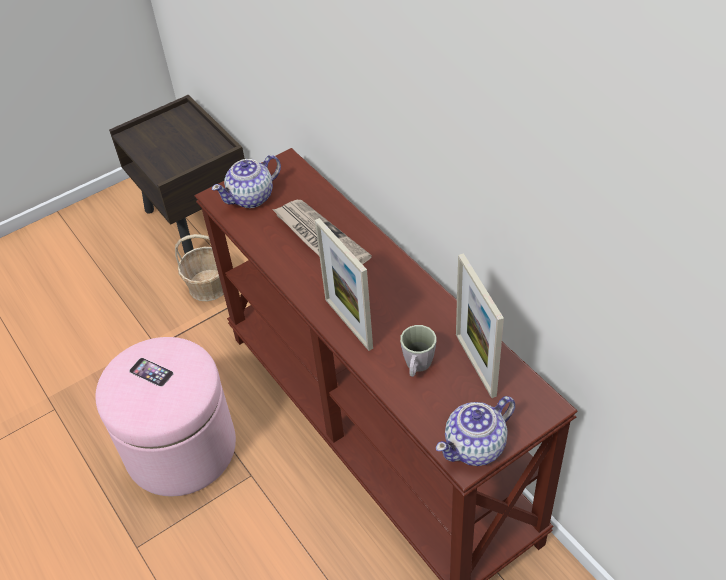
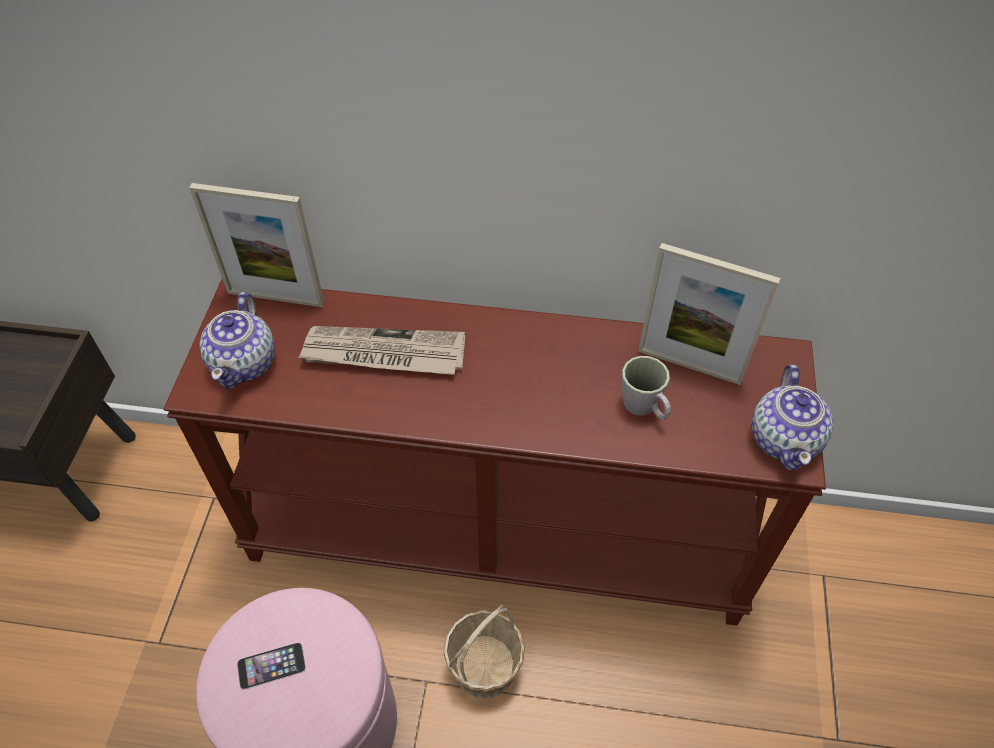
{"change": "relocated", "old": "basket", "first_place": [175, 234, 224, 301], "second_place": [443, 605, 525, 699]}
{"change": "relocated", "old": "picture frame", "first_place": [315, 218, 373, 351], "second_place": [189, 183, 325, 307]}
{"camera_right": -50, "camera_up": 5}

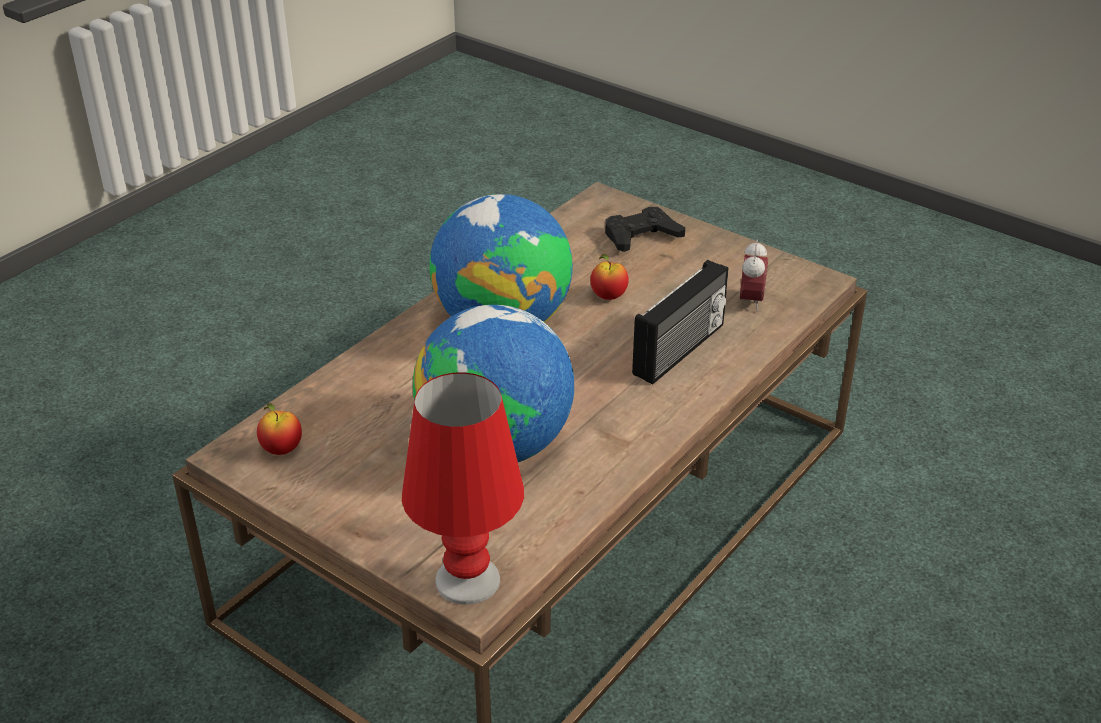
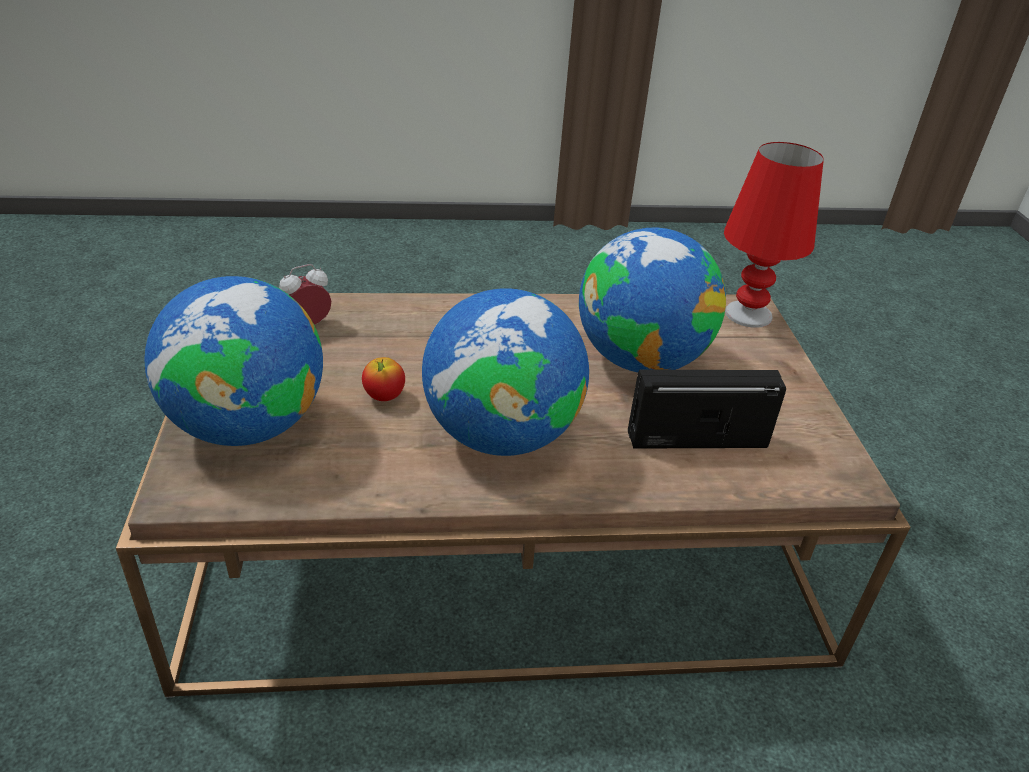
{"change": "missing", "old": "apple", "first_place": [257, 403, 302, 455]}
{"change": "relocated", "old": "radio", "first_place": [632, 260, 728, 384], "second_place": [628, 370, 786, 449]}
{"change": "exchanged", "old": "game controller/black", "new": "globe", "first_place": [605, 207, 685, 252], "second_place": [144, 276, 323, 446]}
{"camera_right": -135, "camera_up": 0}

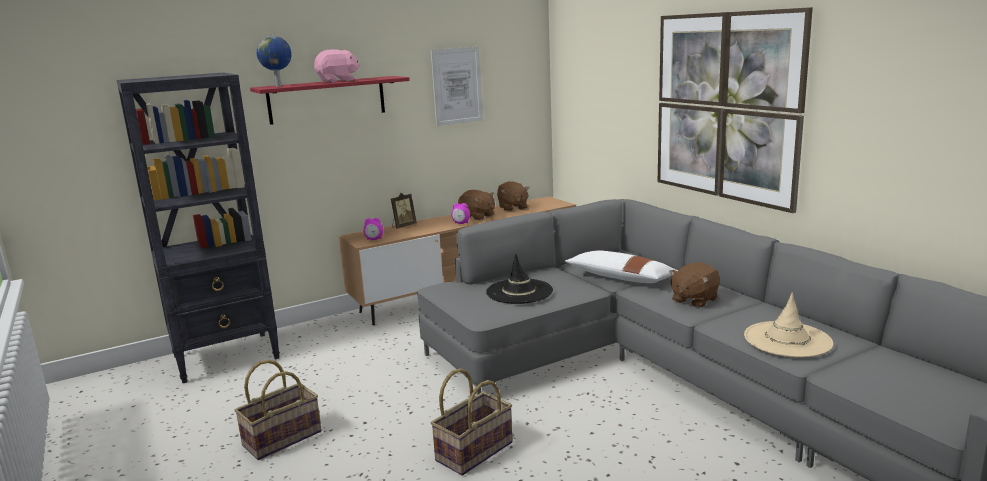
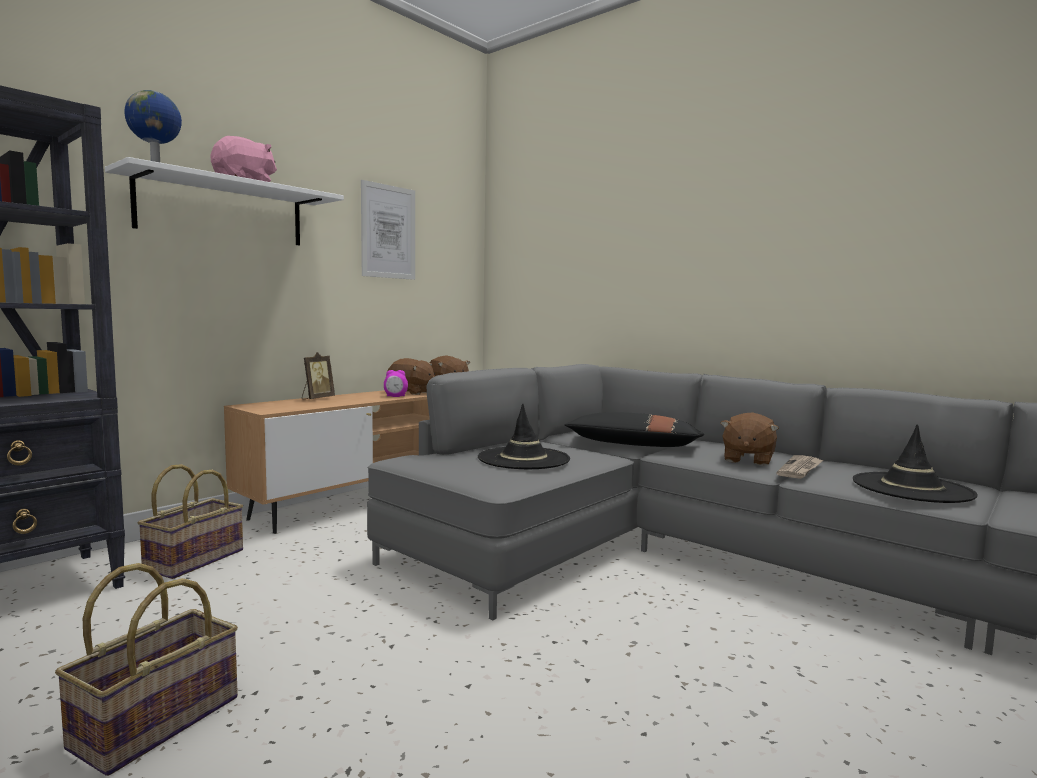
{"change": "missing", "old": "alarm clock", "first_place": [363, 218, 383, 240]}
{"change": "missing", "old": "picture", "first_place": [658, 7, 813, 213]}
{"change": "appeared", "new": "newspaper", "second_place": [776, 455, 823, 479]}
{"change": "relocated", "old": "basket", "first_place": [431, 368, 513, 475], "second_place": [138, 464, 243, 579]}
{"change": "colour", "old": "shelf/red", "new": "shelf/white", "first_place": [250, 76, 410, 125], "second_place": [105, 157, 344, 245]}
{"change": "colour", "old": "pillow/white", "new": "pillow/black", "first_place": [565, 251, 679, 283], "second_place": [564, 412, 704, 447]}
{"change": "colour", "old": "hat/beige", "new": "hat/black", "first_place": [744, 292, 833, 358], "second_place": [853, 424, 978, 503]}
{"camera_right": -20, "camera_up": -10}

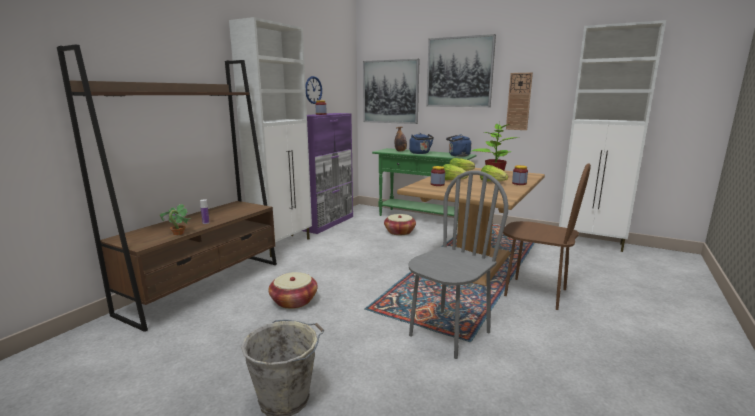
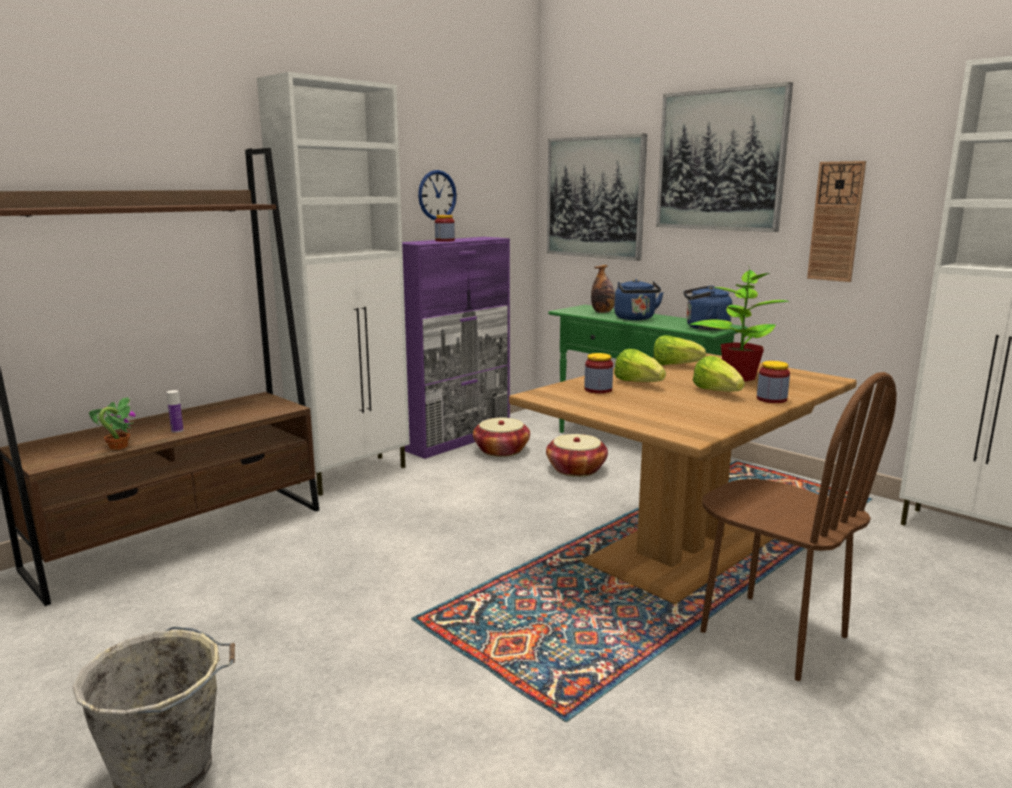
{"change": "missing", "old": "chair/grey", "first_place": [408, 171, 508, 359]}
{"change": "relocated", "old": "basket", "first_place": [268, 272, 318, 309], "second_place": [473, 418, 530, 457]}
{"camera_right": 15, "camera_up": 0}

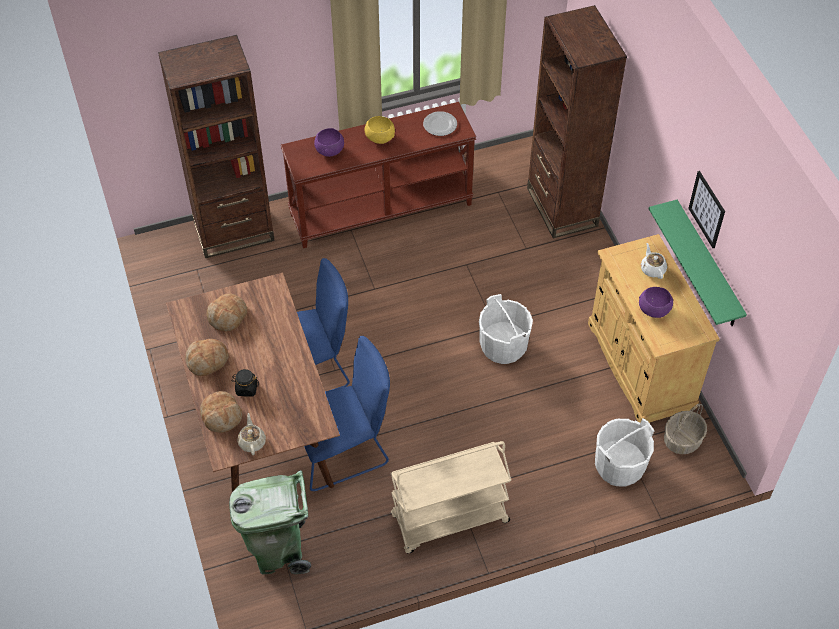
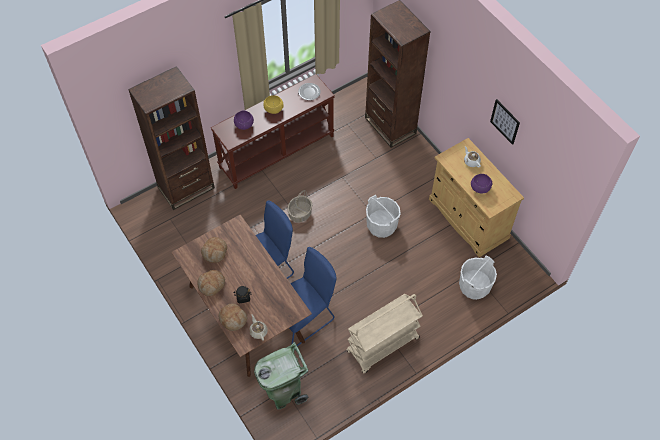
{"change": "missing", "old": "shelf/green", "first_place": [649, 200, 747, 326]}
{"change": "relocated", "old": "basket", "first_place": [664, 404, 707, 454], "second_place": [287, 190, 312, 222]}
{"camera_right": -15, "camera_up": 5}

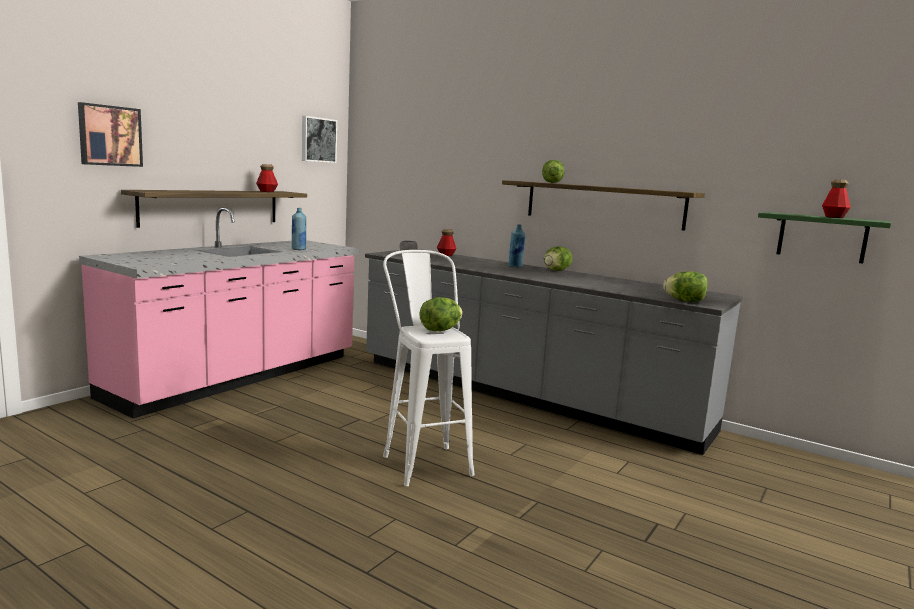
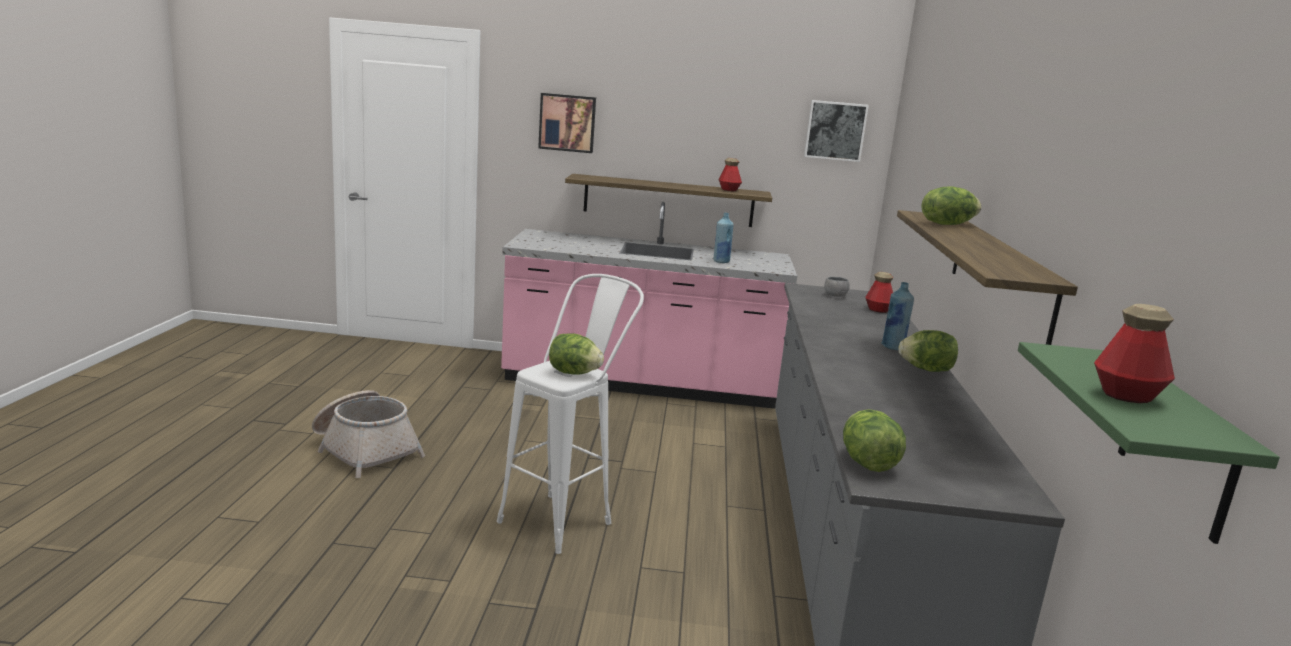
{"change": "appeared", "new": "basket", "second_place": [312, 390, 425, 478]}
{"camera_right": 60, "camera_up": 5}

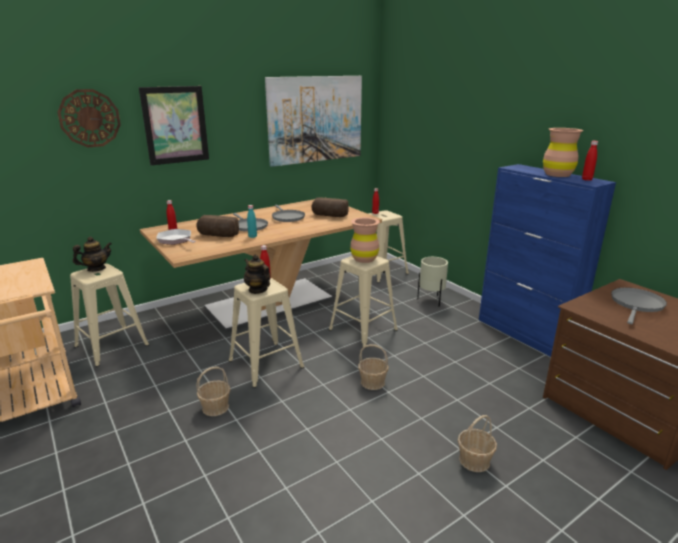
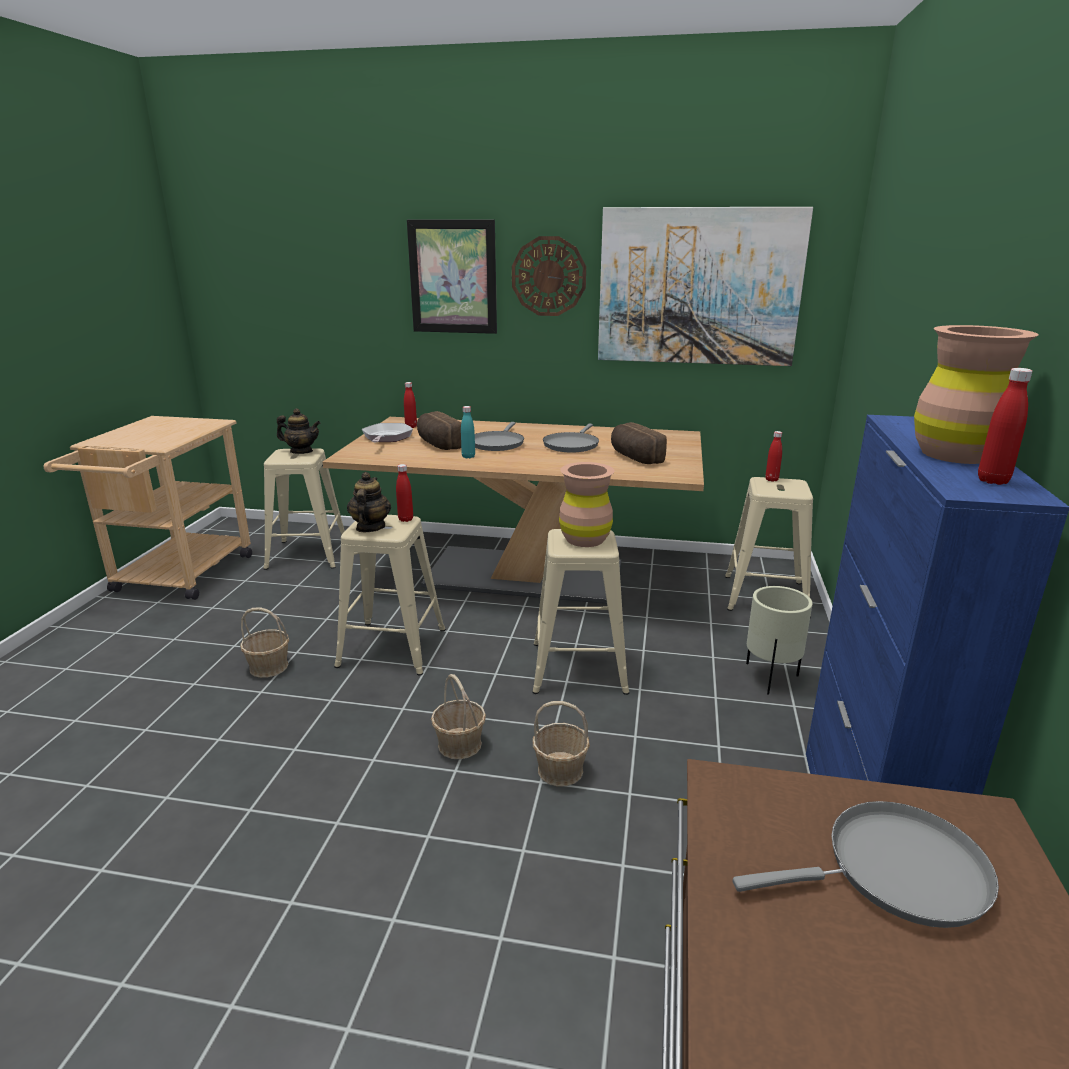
{"change": "relocated", "old": "wall clock", "first_place": [57, 89, 121, 147], "second_place": [512, 236, 586, 316]}
{"change": "relocated", "old": "basket", "first_place": [458, 415, 497, 472], "second_place": [533, 701, 590, 786]}
{"camera_right": 45, "camera_up": 0}

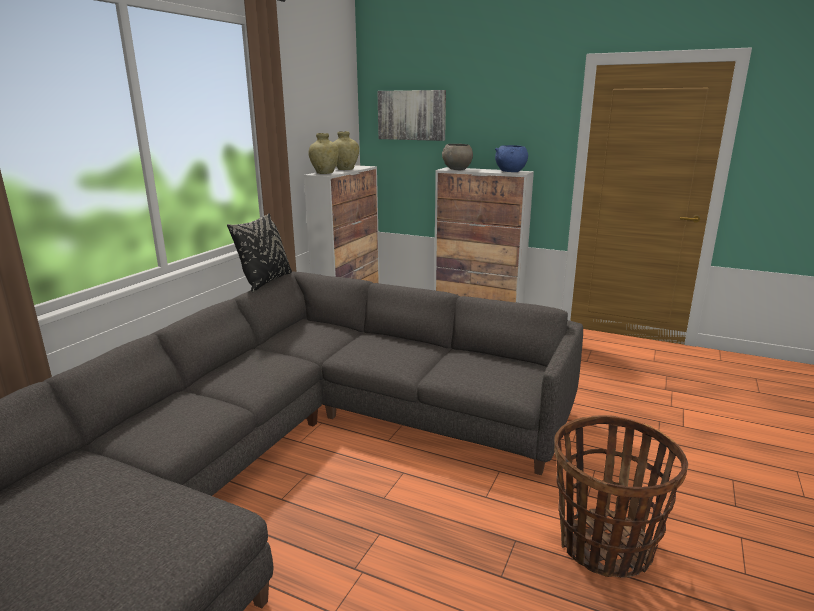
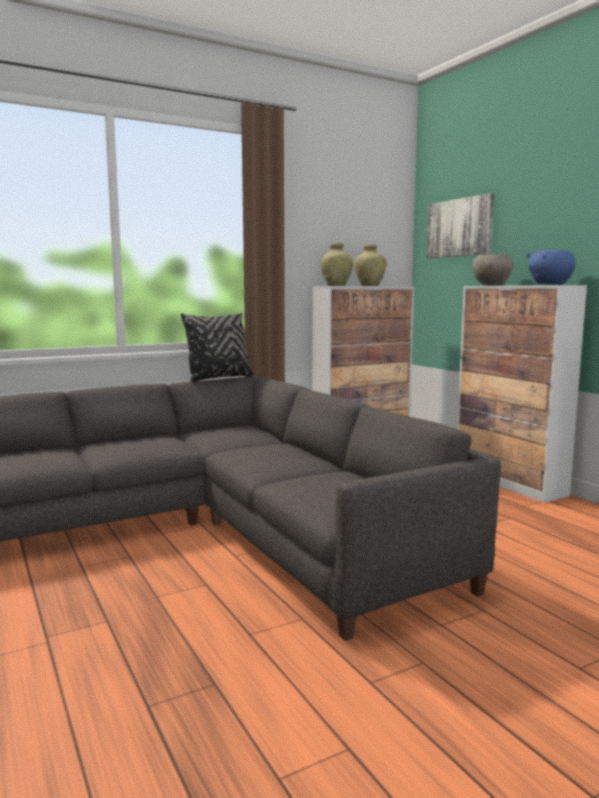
{"change": "missing", "old": "basket", "first_place": [554, 415, 688, 578]}
{"camera_right": 35, "camera_up": -10}

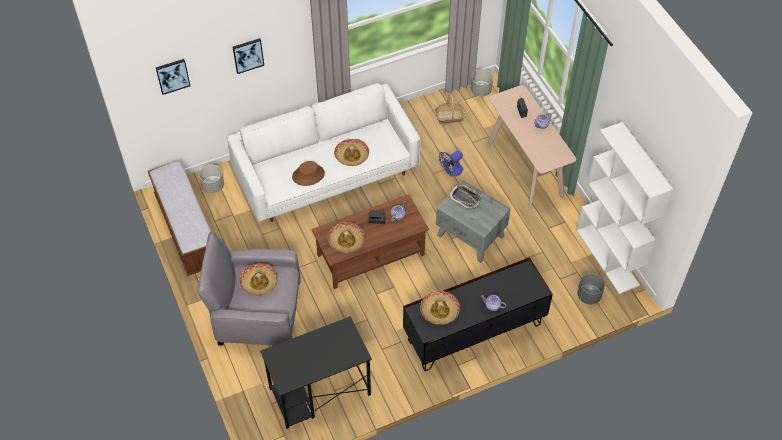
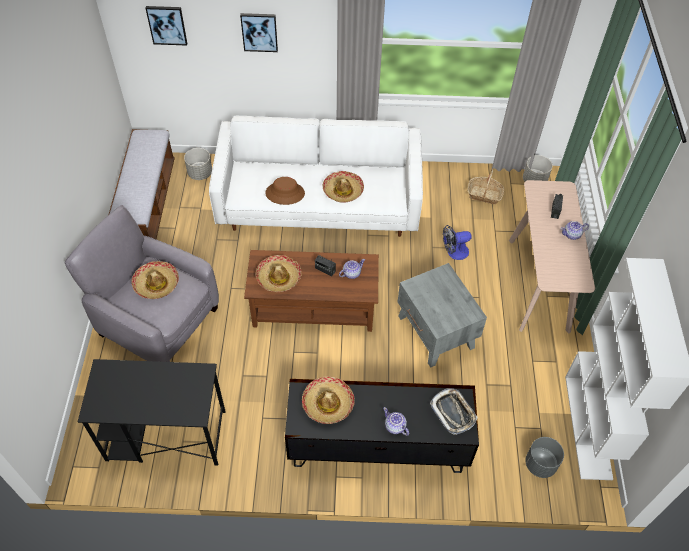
{"change": "relocated", "old": "tray", "first_place": [449, 184, 483, 210], "second_place": [430, 388, 478, 435]}
{"camera_right": 25, "camera_up": 0}

